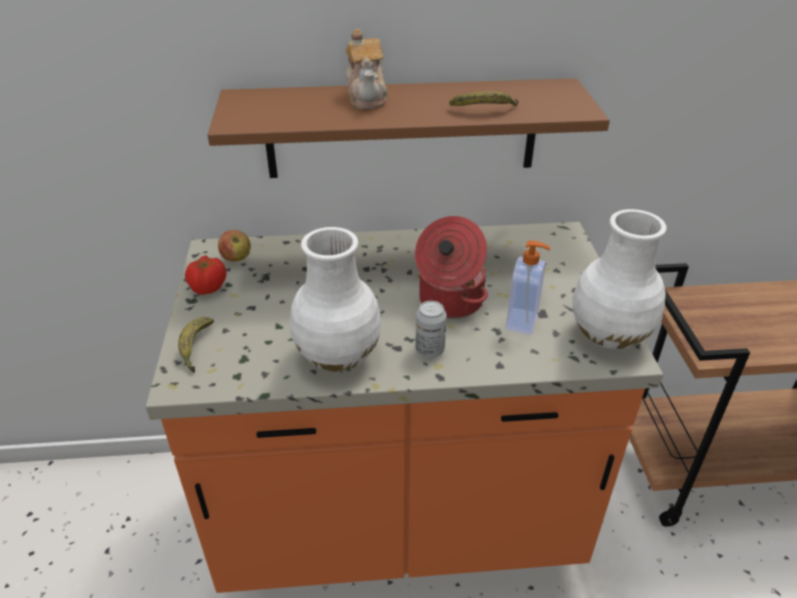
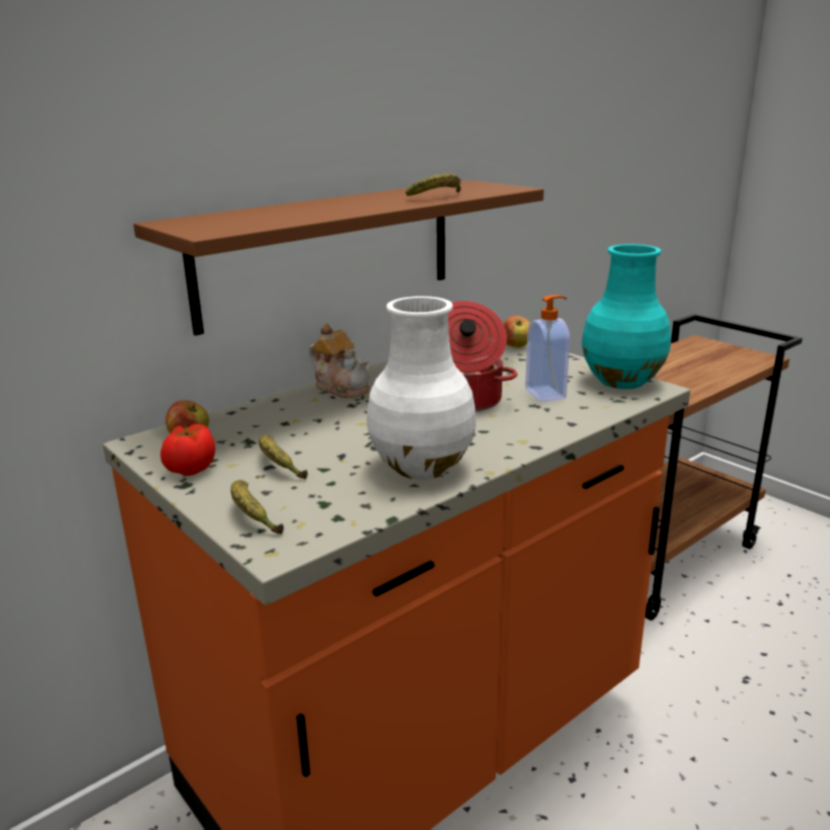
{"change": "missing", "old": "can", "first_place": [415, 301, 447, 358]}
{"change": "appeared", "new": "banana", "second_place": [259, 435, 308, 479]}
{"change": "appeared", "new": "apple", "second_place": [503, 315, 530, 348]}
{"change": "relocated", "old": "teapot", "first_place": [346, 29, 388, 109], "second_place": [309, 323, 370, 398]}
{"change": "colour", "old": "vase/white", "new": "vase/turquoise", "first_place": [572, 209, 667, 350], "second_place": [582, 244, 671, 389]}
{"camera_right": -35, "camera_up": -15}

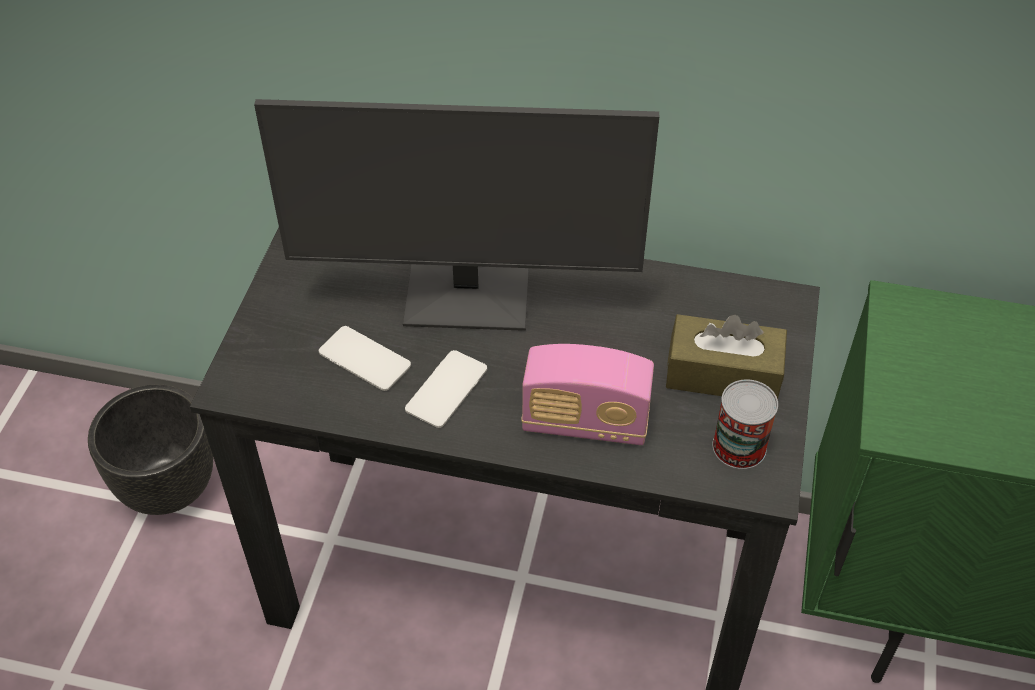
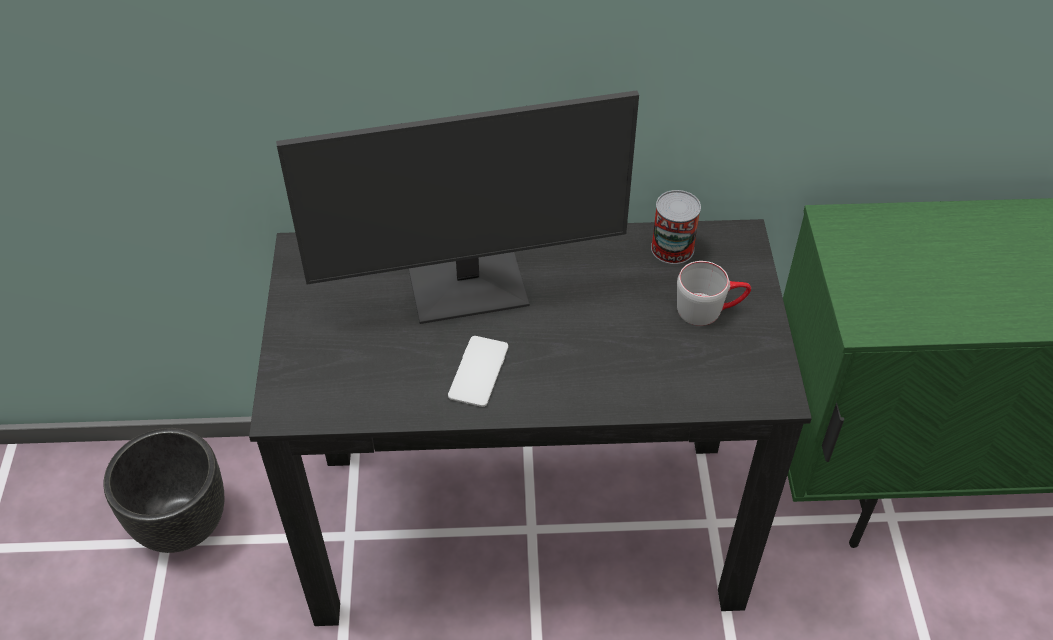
{"change": "missing", "old": "phone", "first_place": [319, 326, 411, 391]}
{"change": "missing", "old": "radio", "first_place": [521, 344, 654, 445]}
{"change": "relocated", "old": "can", "first_place": [712, 380, 778, 469], "second_place": [651, 190, 701, 264]}
{"change": "exchanged", "old": "tissue box/brown", "new": "mug/grey", "first_place": [666, 314, 787, 399], "second_place": [677, 261, 751, 326]}
{"camera_right": -15, "camera_up": 0}

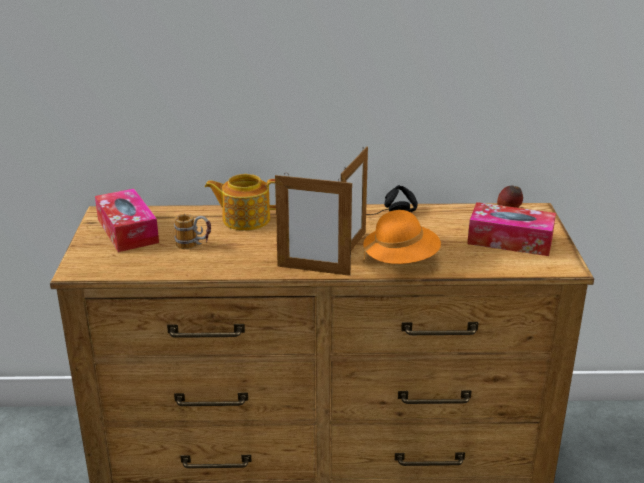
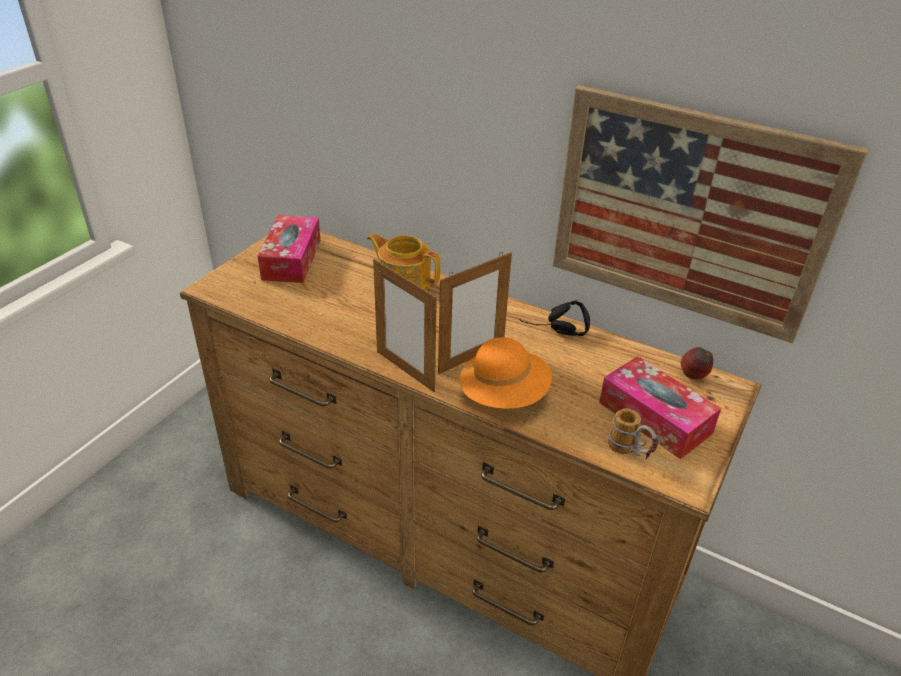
{"change": "appeared", "new": "picture", "second_place": [553, 85, 868, 343]}
{"change": "relocated", "old": "mug", "first_place": [174, 214, 211, 249], "second_place": [608, 409, 659, 460]}
{"camera_right": 30, "camera_up": 10}

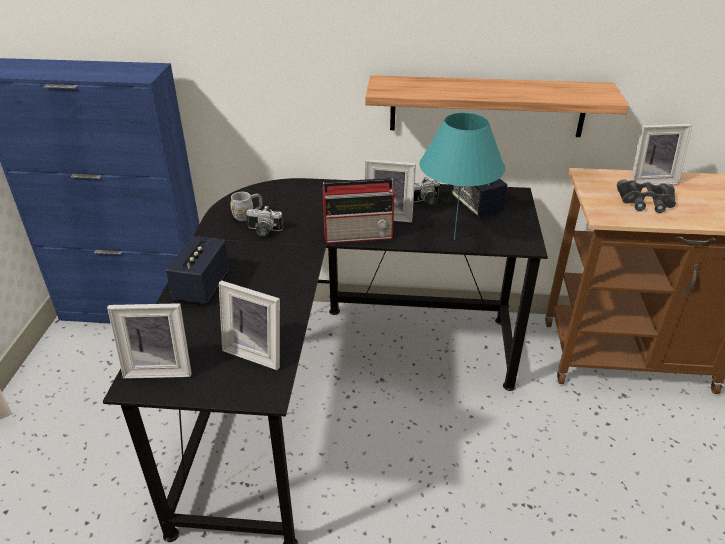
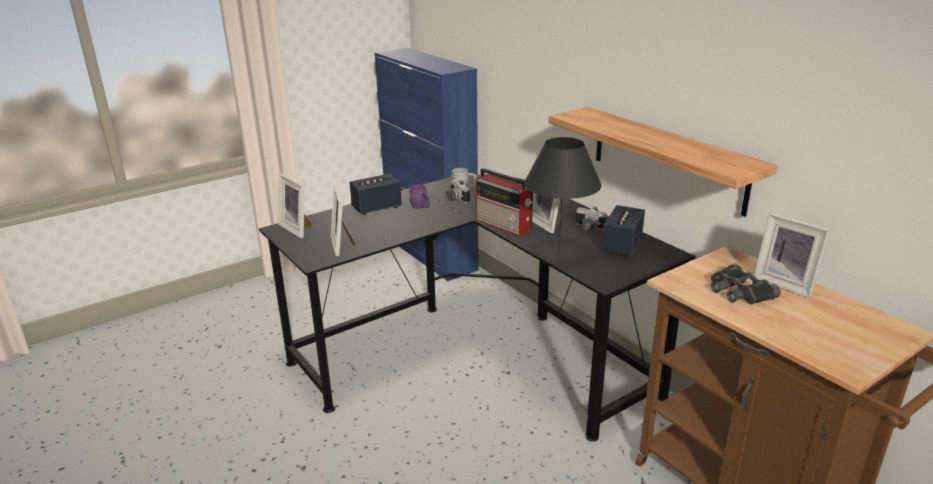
{"change": "appeared", "new": "mug/purple", "second_place": [409, 185, 430, 209]}
{"change": "colour", "old": "table lamp/turquoise", "new": "table lamp/black", "first_place": [419, 112, 505, 240], "second_place": [524, 137, 601, 254]}
{"camera_right": 50, "camera_up": -10}

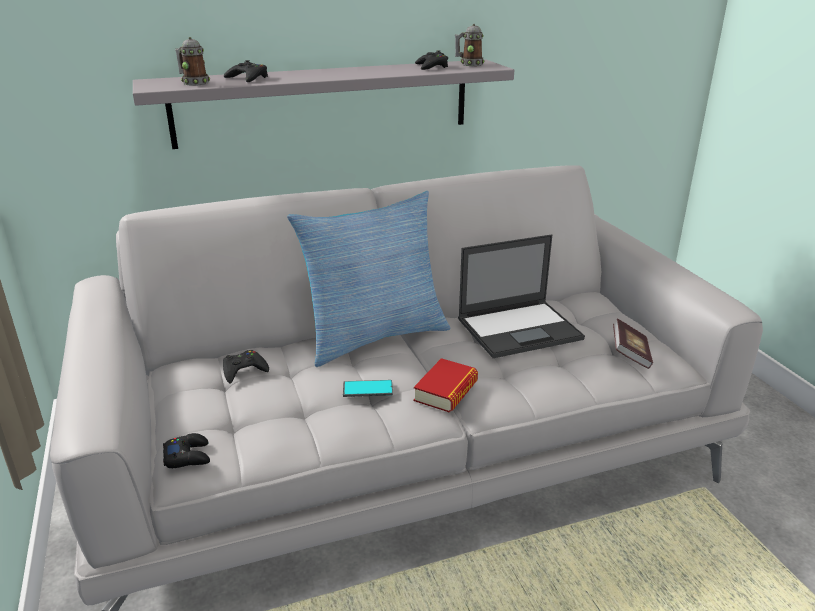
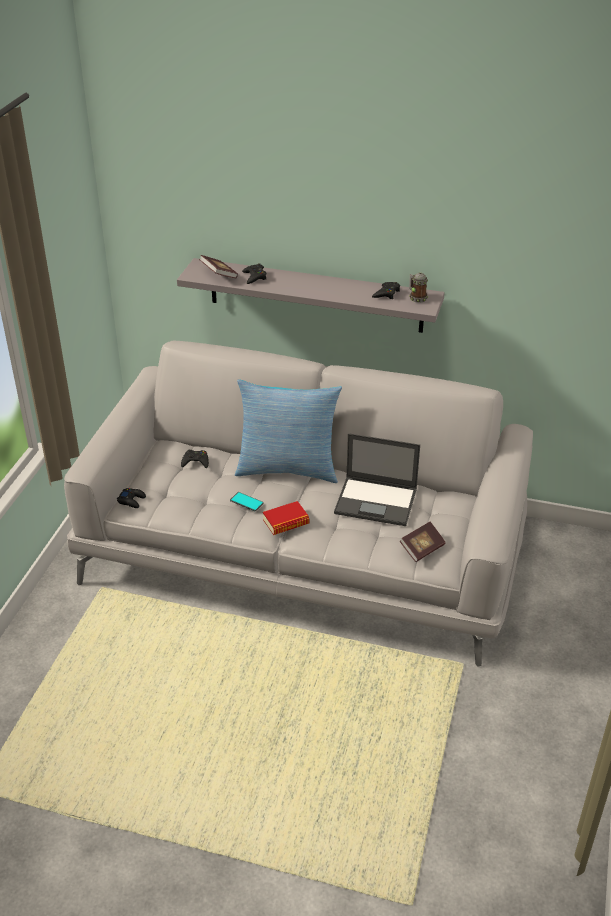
{"change": "exchanged", "old": "mug", "new": "book", "first_place": [175, 37, 210, 86], "second_place": [199, 255, 238, 278]}
{"camera_right": 35, "camera_up": 10}

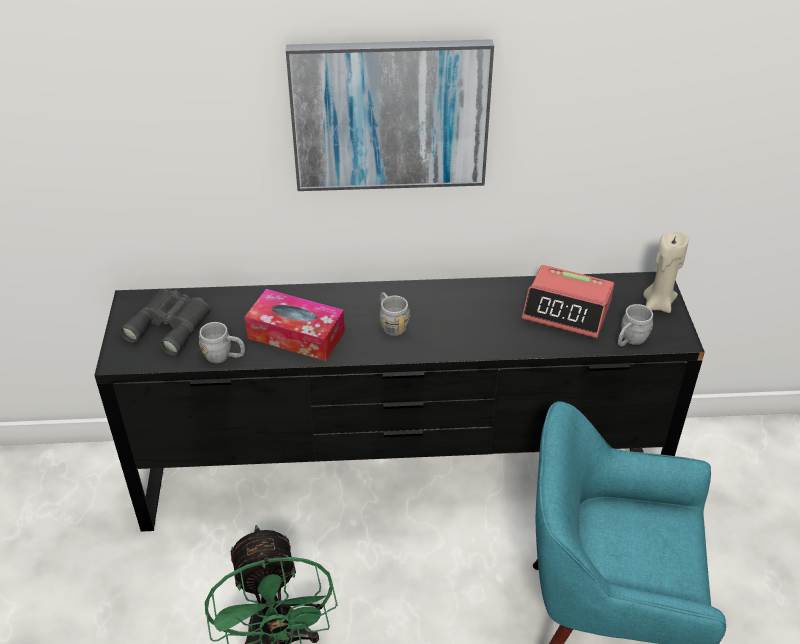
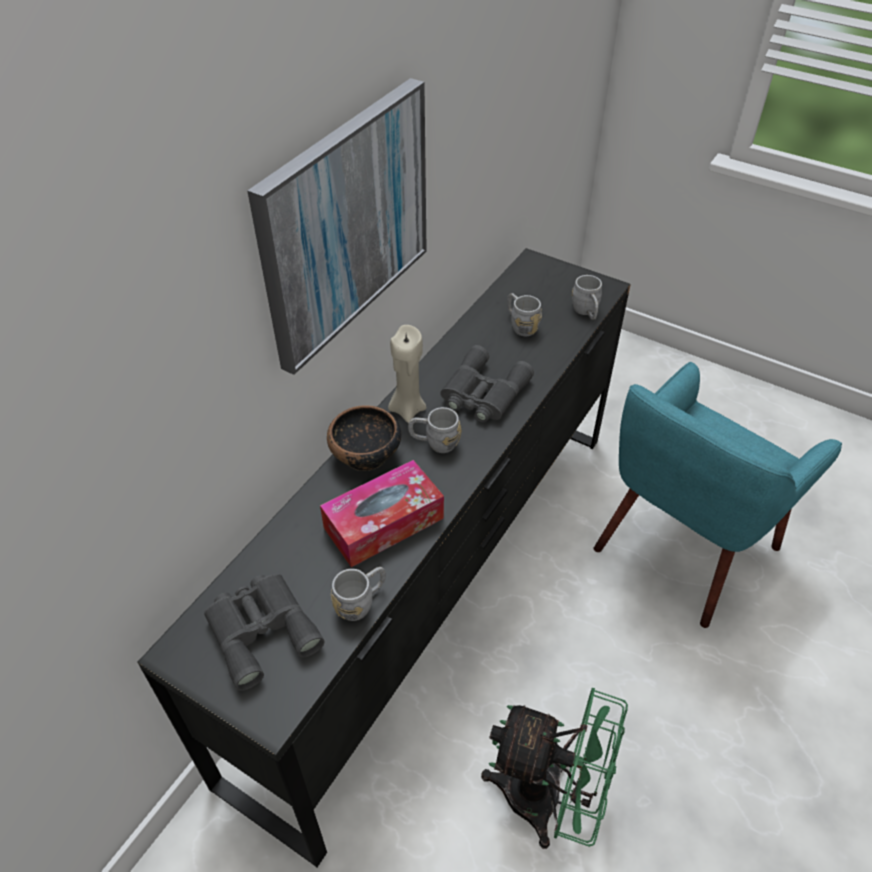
{"change": "appeared", "new": "bowl", "second_place": [327, 405, 401, 471]}
{"change": "appeared", "new": "binoculars/grey", "second_place": [441, 345, 534, 422]}
{"change": "relocated", "old": "candle/beige", "first_place": [643, 231, 688, 313], "second_place": [388, 325, 427, 423]}
{"change": "exchanged", "old": "alarm clock", "new": "mug/grey", "first_place": [522, 265, 614, 338], "second_place": [507, 293, 542, 336]}
{"camera_right": -55, "camera_up": 5}

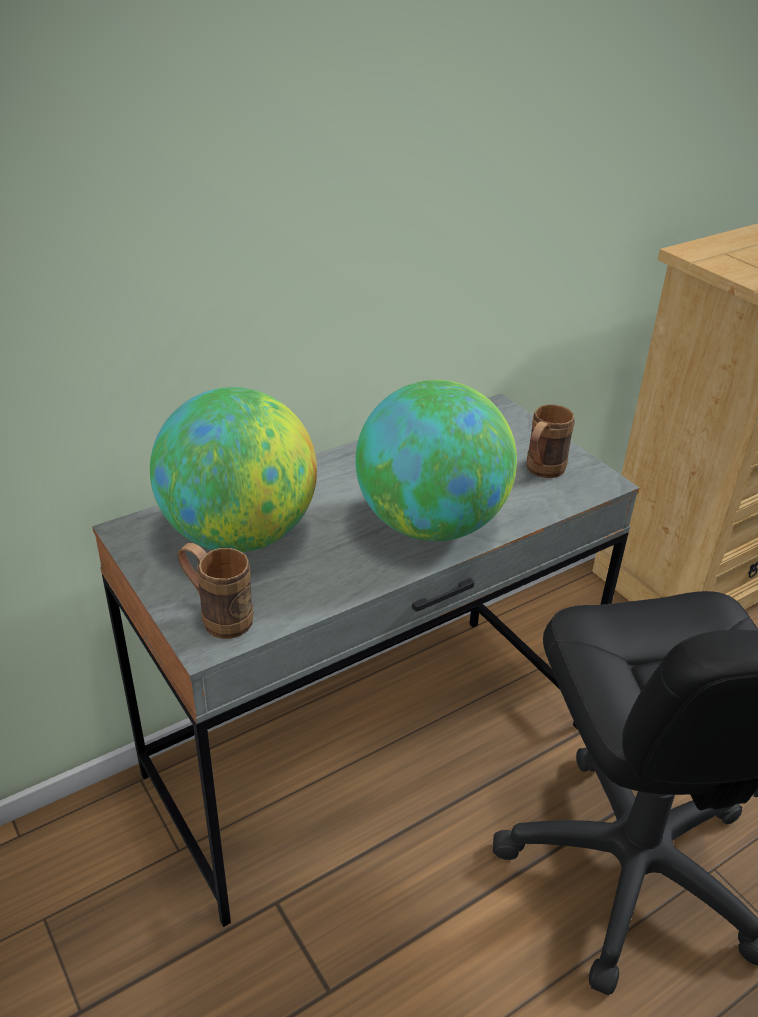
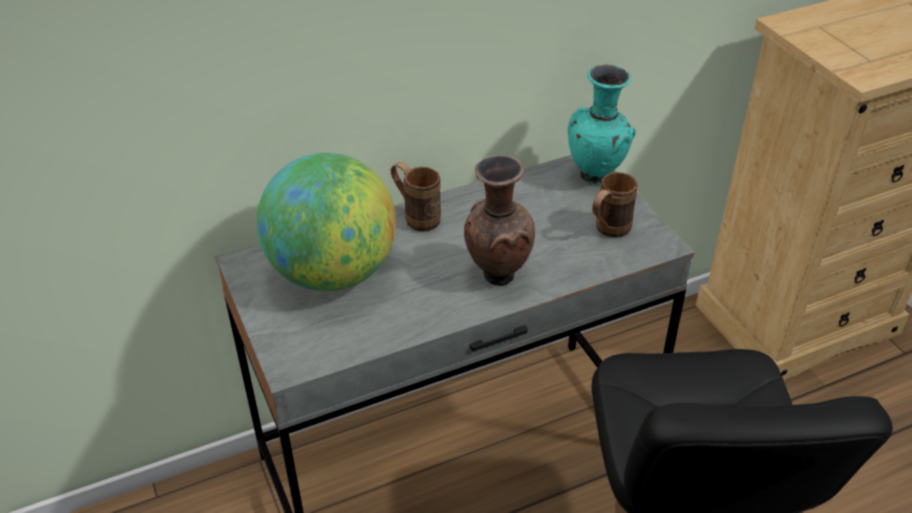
{"change": "appeared", "new": "vase/turquoise", "second_place": [568, 64, 636, 185]}
{"change": "relocated", "old": "mug/brown", "first_place": [177, 543, 253, 639], "second_place": [391, 162, 441, 232]}
{"change": "exchanged", "old": "globe", "new": "vase/brown", "first_place": [355, 380, 517, 541], "second_place": [464, 155, 535, 286]}
{"camera_right": 10, "camera_up": 5}

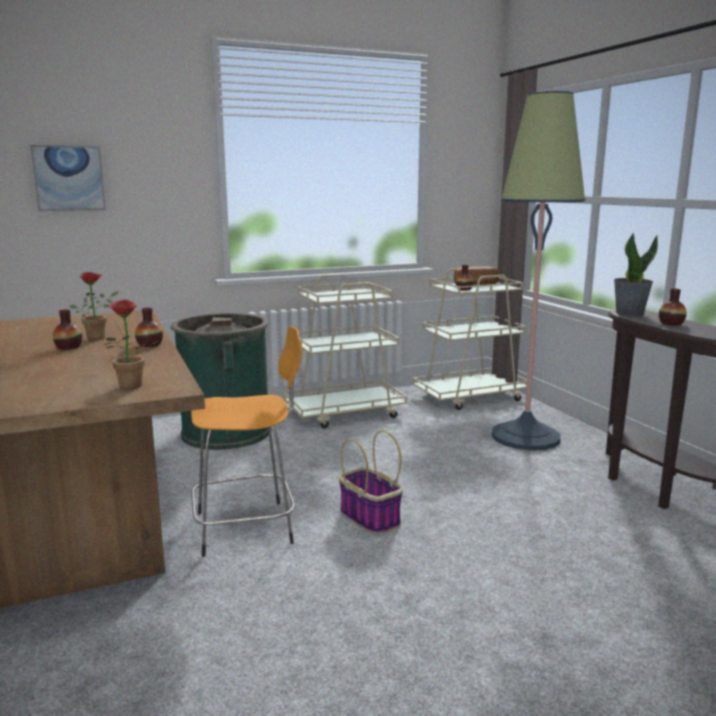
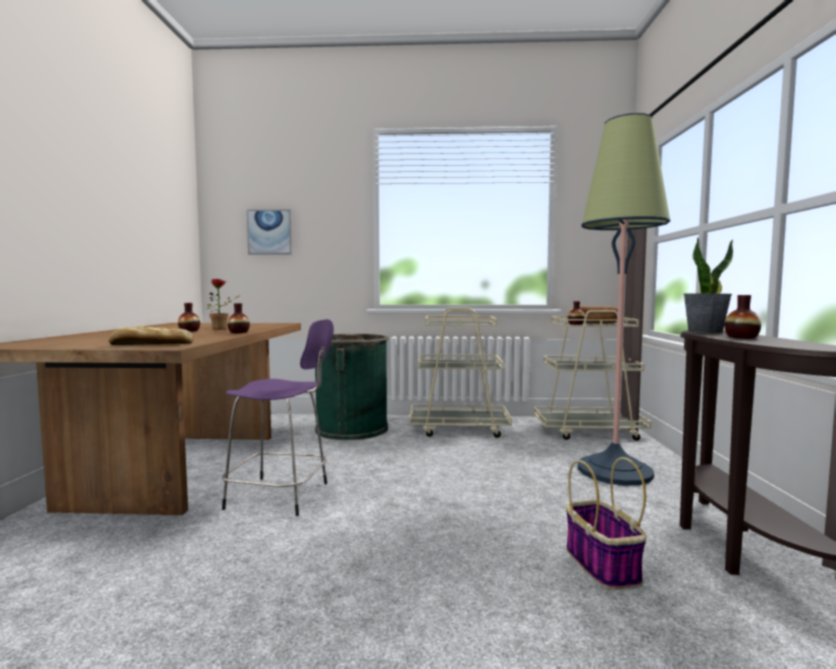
{"change": "relocated", "old": "basket", "first_place": [339, 430, 403, 535], "second_place": [566, 457, 647, 590]}
{"change": "exchanged", "old": "potted plant", "new": "bread", "first_place": [104, 300, 159, 389], "second_place": [109, 326, 194, 345]}
{"change": "colour", "old": "stool/orange", "new": "stool/purple", "first_place": [191, 326, 302, 557], "second_place": [222, 319, 334, 516]}
{"camera_right": 25, "camera_up": -10}

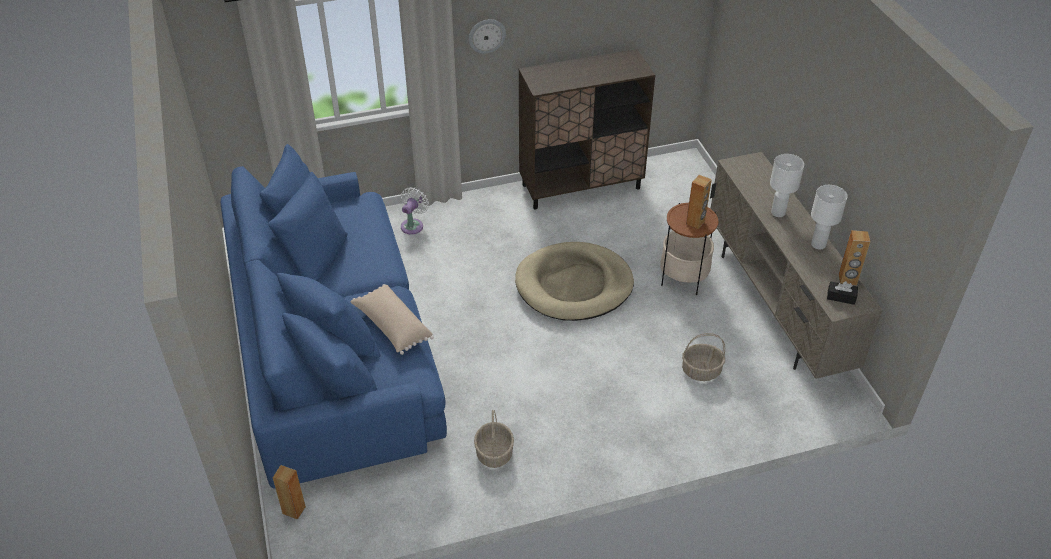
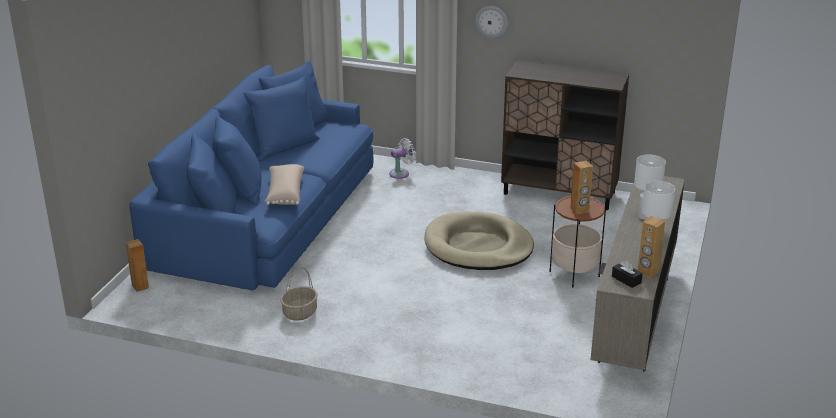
{"change": "missing", "old": "basket", "first_place": [682, 333, 725, 381]}
{"camera_right": 35, "camera_up": -15}

